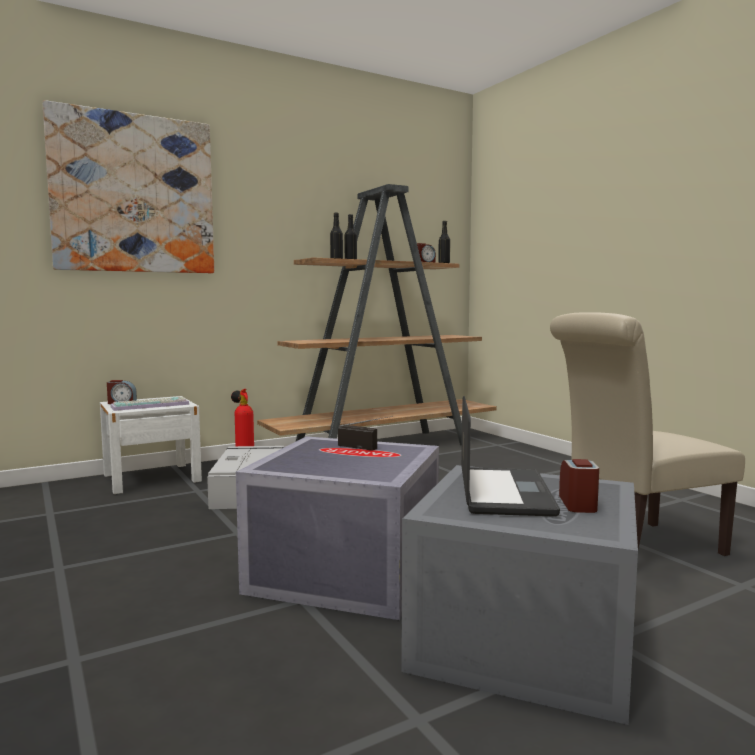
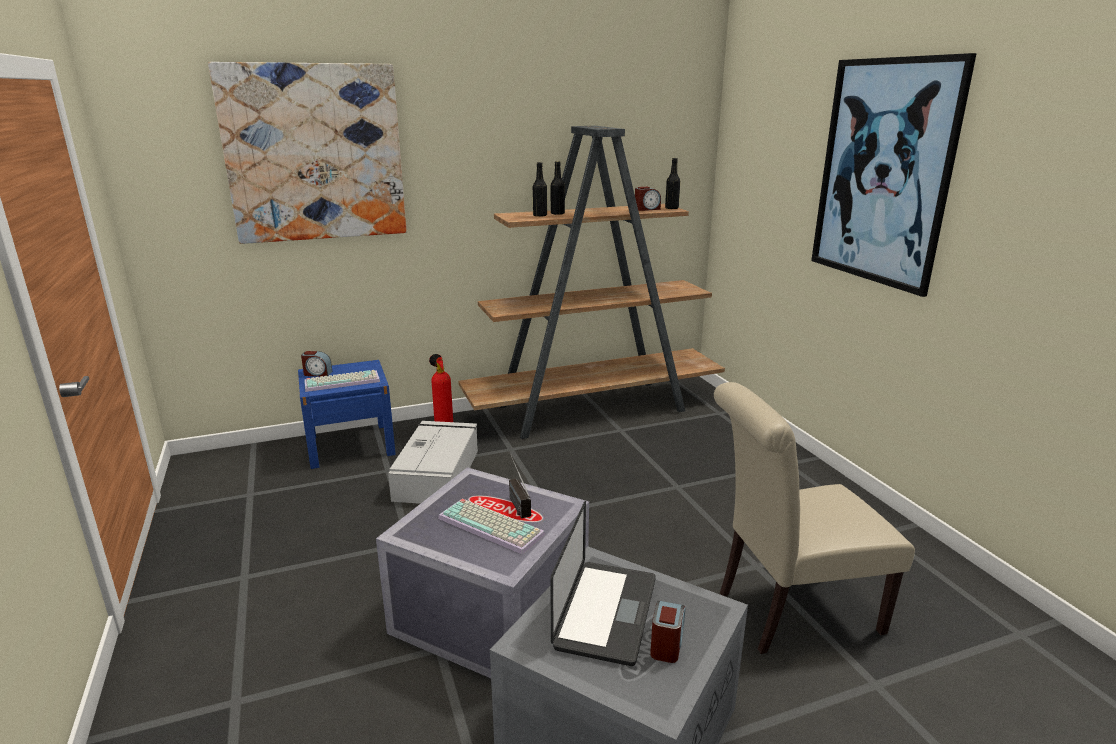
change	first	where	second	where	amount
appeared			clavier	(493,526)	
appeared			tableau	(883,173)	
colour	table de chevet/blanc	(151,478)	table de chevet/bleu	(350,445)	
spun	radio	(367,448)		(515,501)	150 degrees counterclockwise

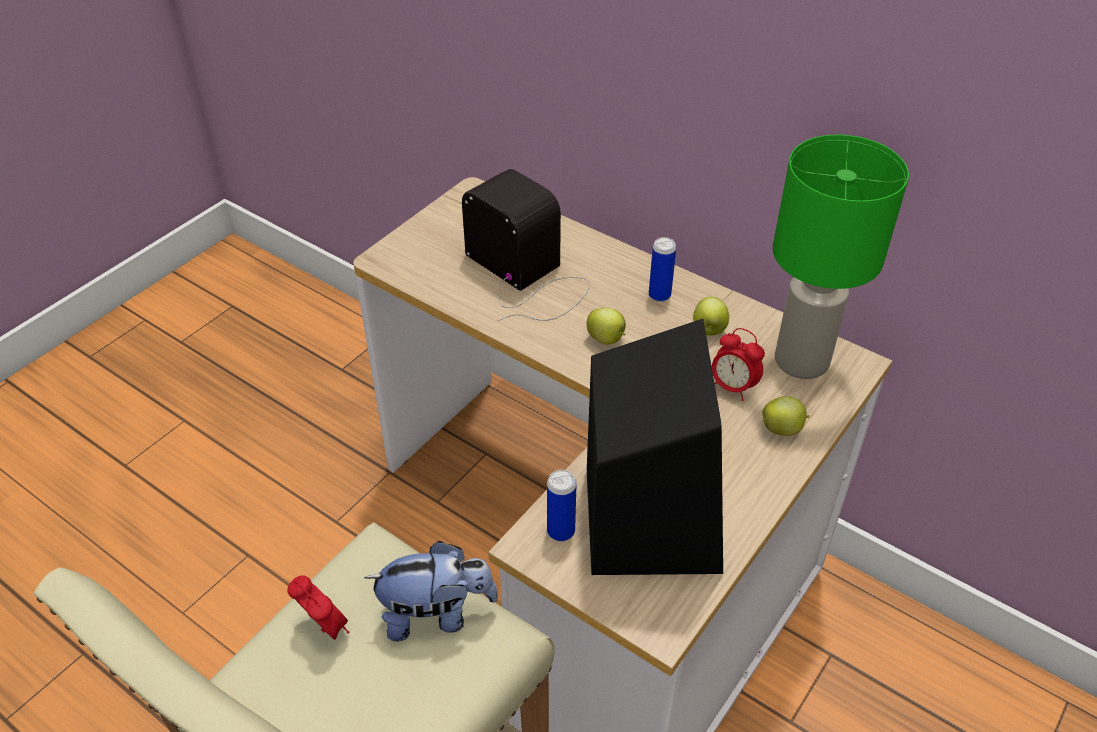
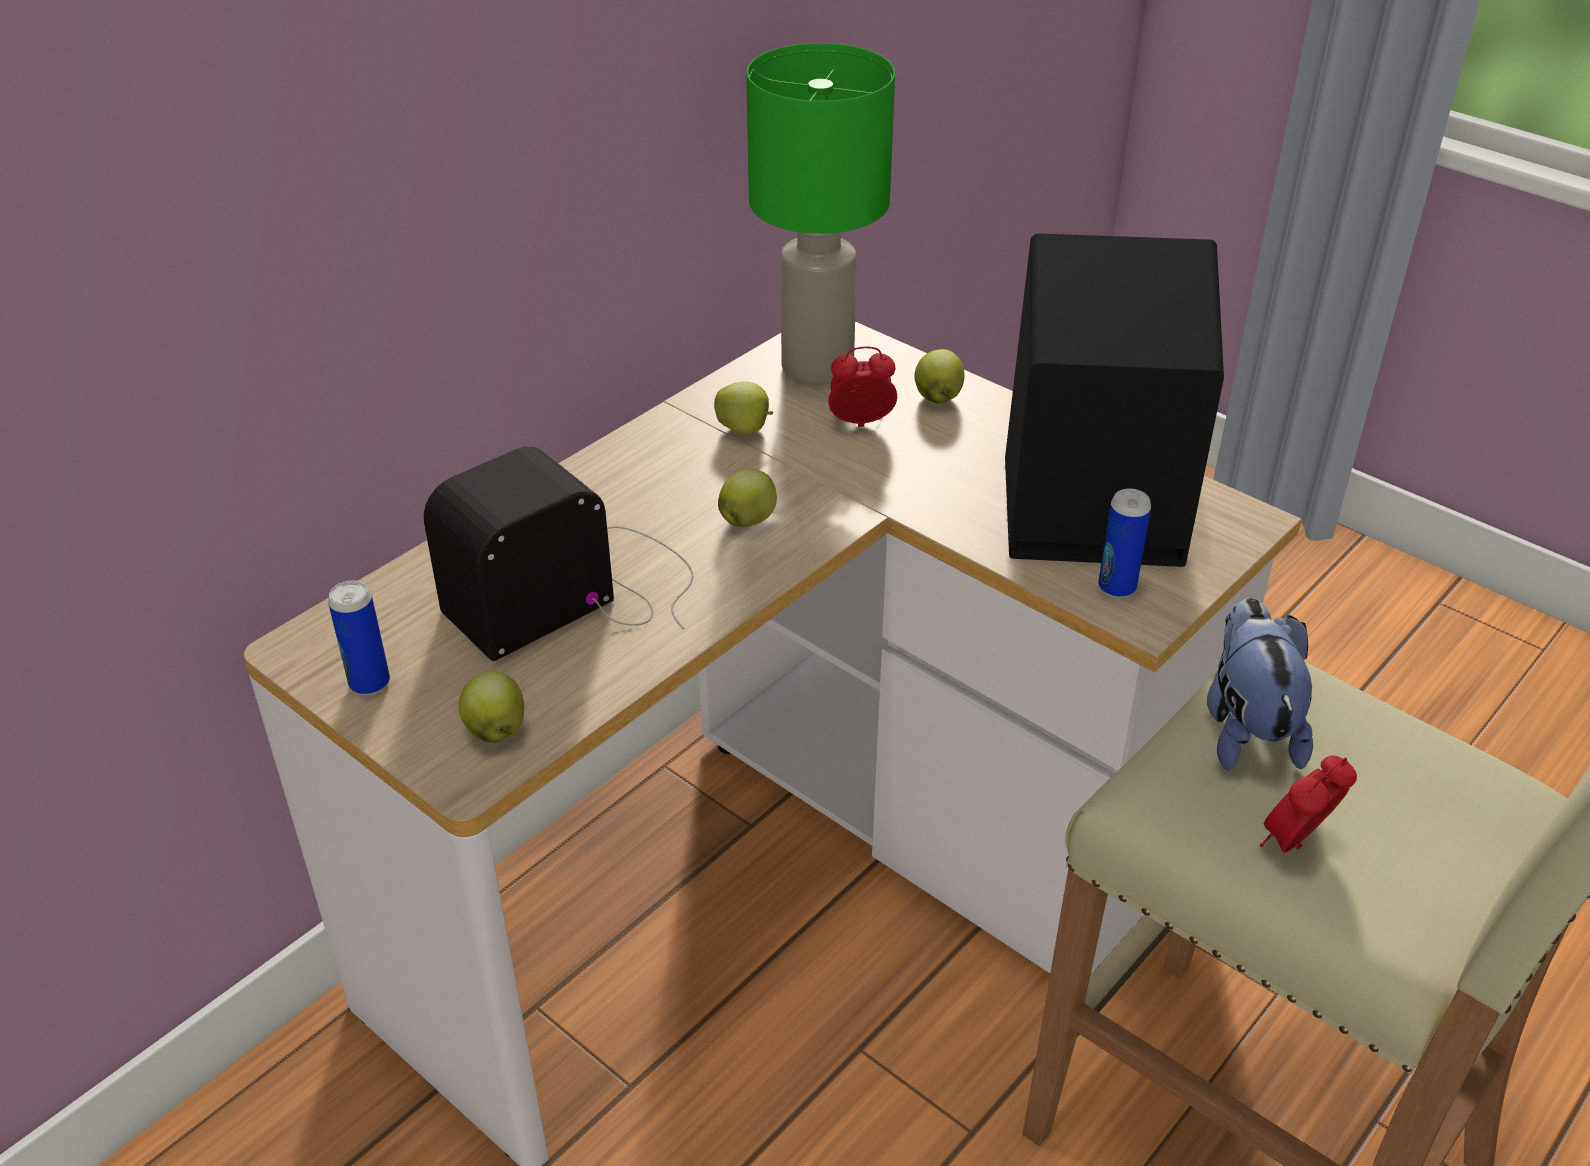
change	first	where	second	where	amount
appeared			pomme	(495,729)	
relocated	boîte métallique	(659,295)		(369,683)	
spun	réveil	(732,387)		(860,424)	135 degrees counterclockwise

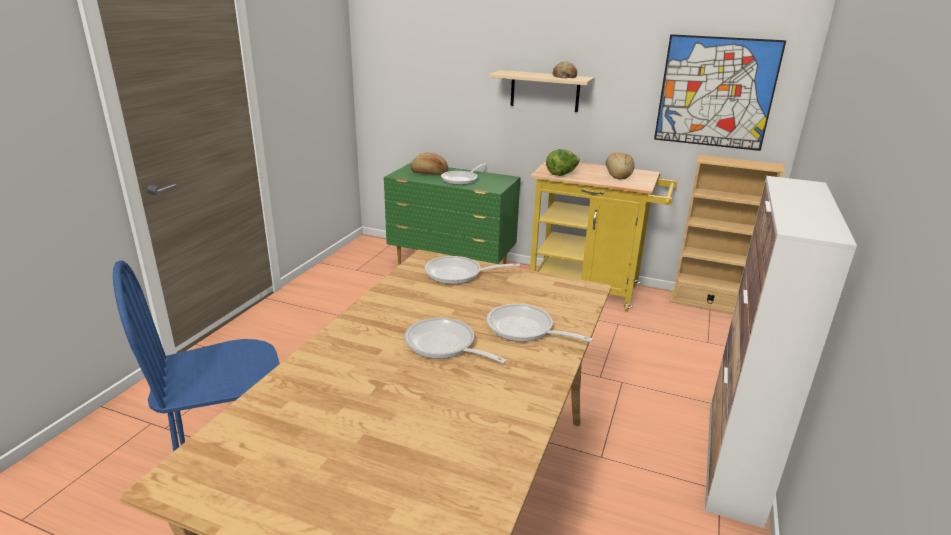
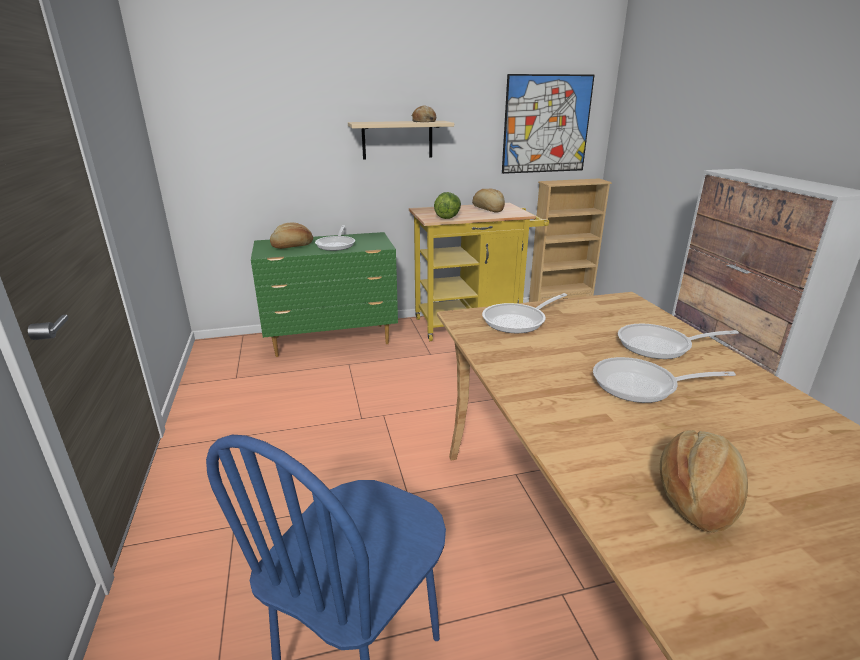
change	first	where	second	where	amount
appeared			pain	(698,495)	

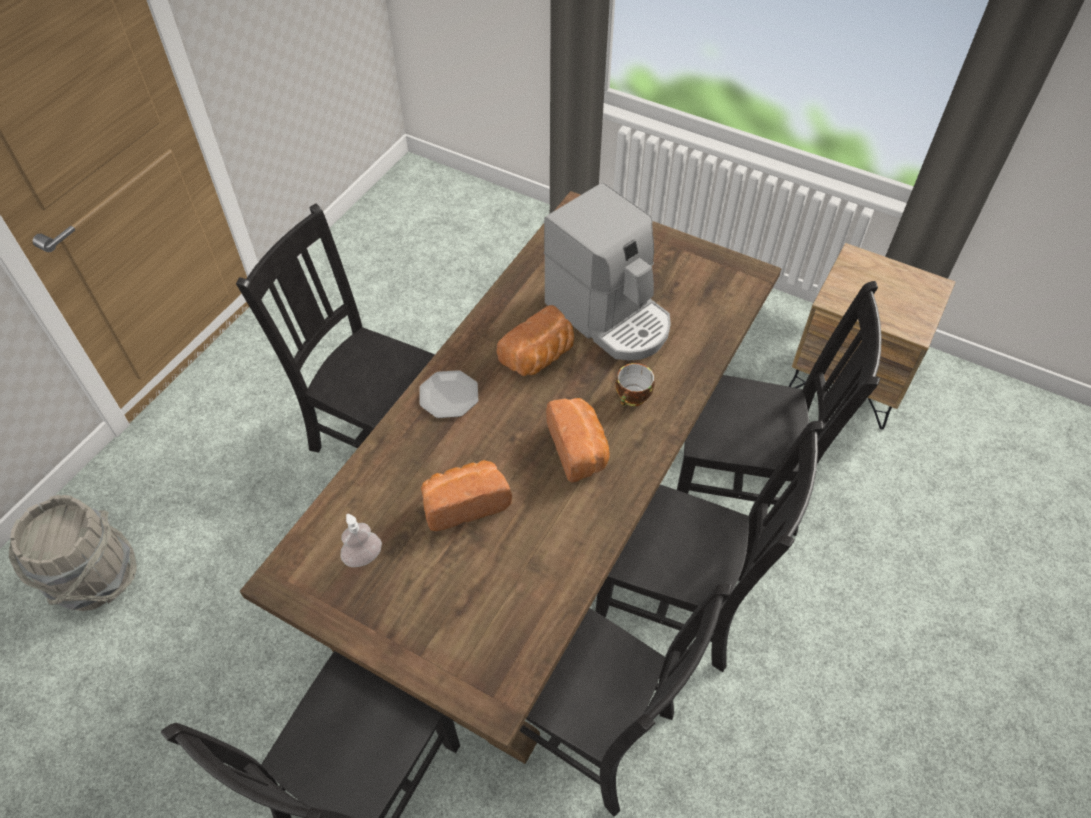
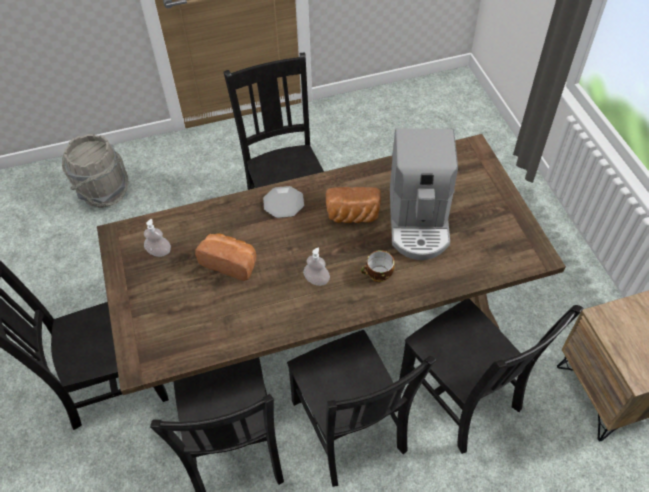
change	first	where	second	where	amount
exchanged	pain	(579,449)	distributeur de savon	(316,280)	

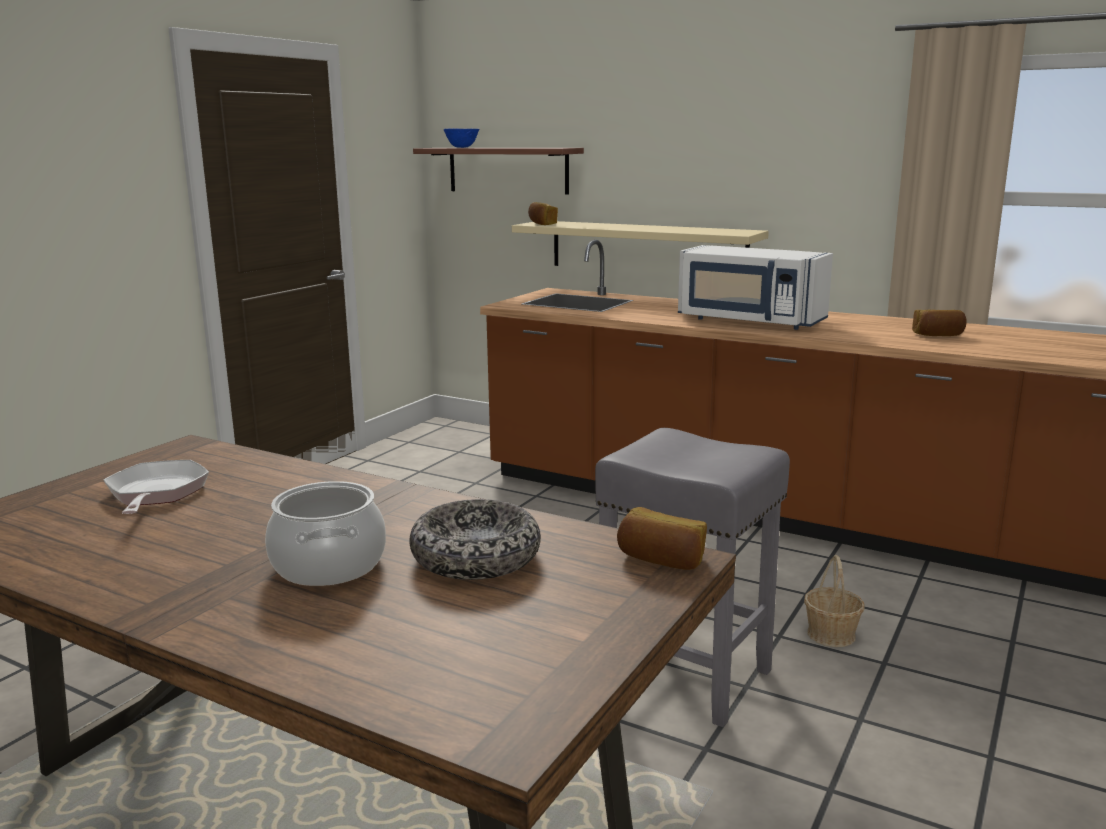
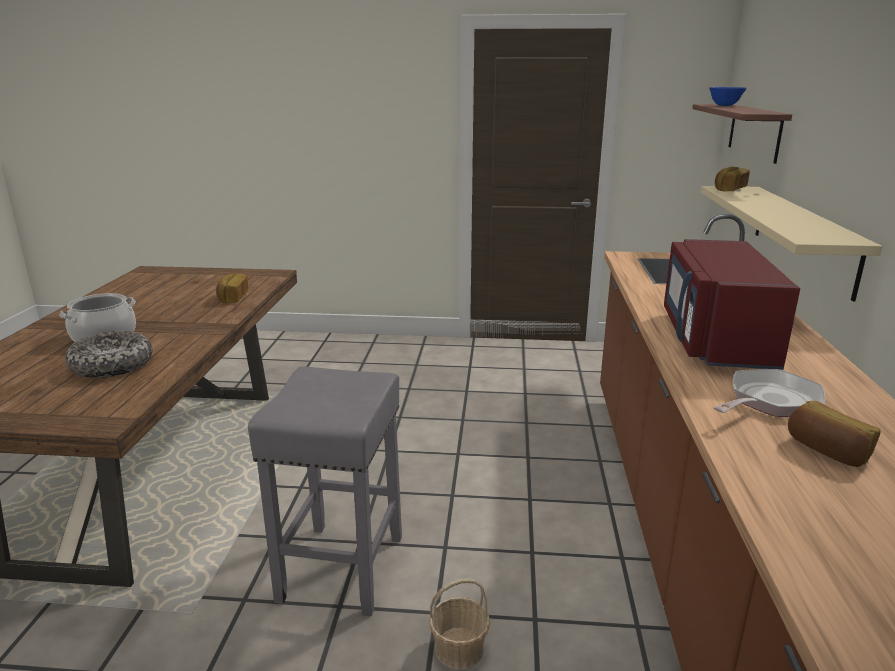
change	first	where	second	where	amount
relocated	poêle	(156,494)		(770,402)	
relocated	pain	(662,560)		(232,298)	
colour	micro-ondes/blanc	(749,321)	micro-ondes/rouge	(714,339)	

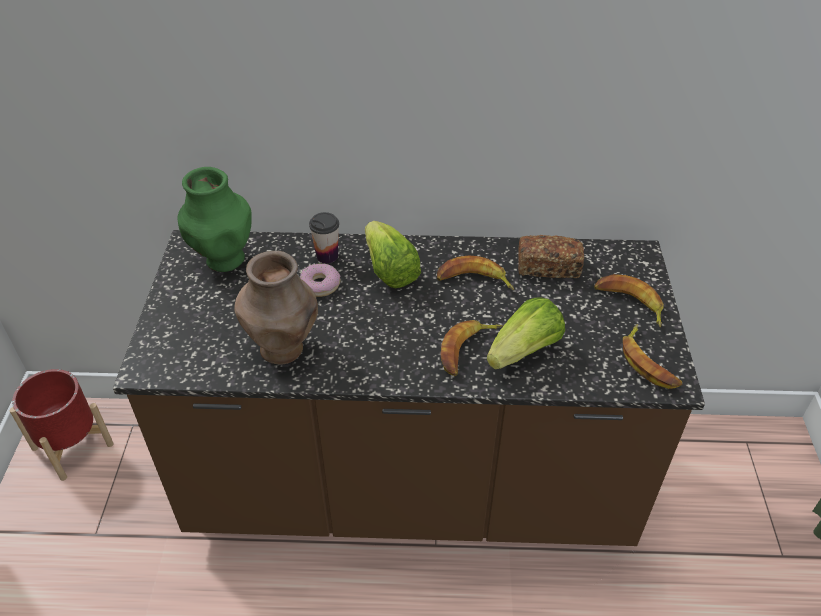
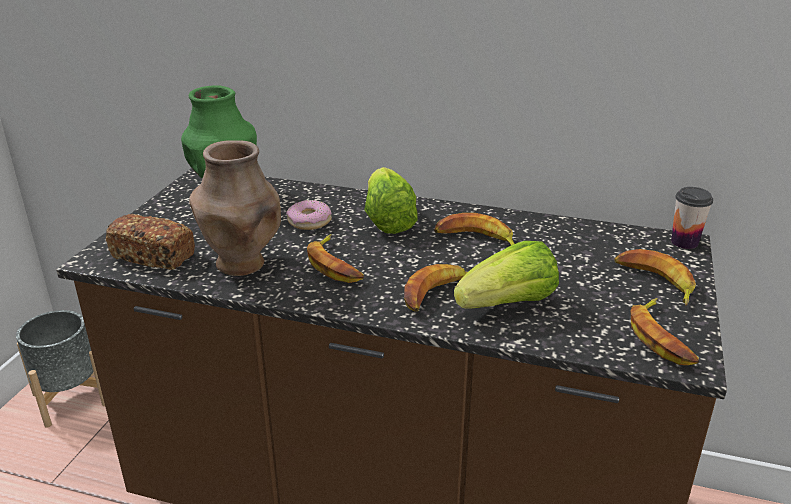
change	first	where	second	where	amount
appeared			banane	(335,265)	
relocated	tasse	(327,256)		(684,242)	
relocated	pain	(548,267)		(154,256)	
colour	cache-pot/rouge	(73,446)	cache-pot/gris	(71,398)	

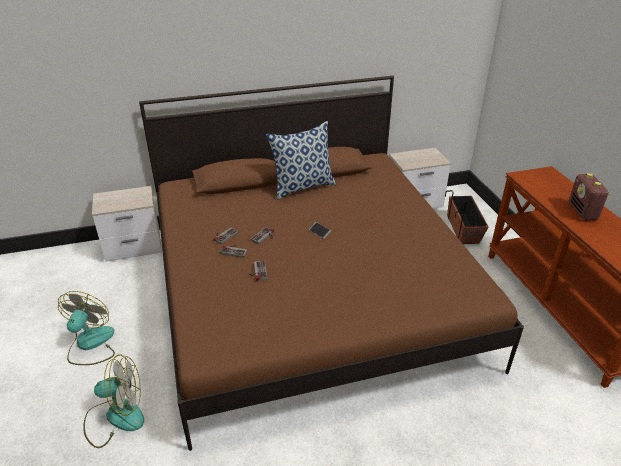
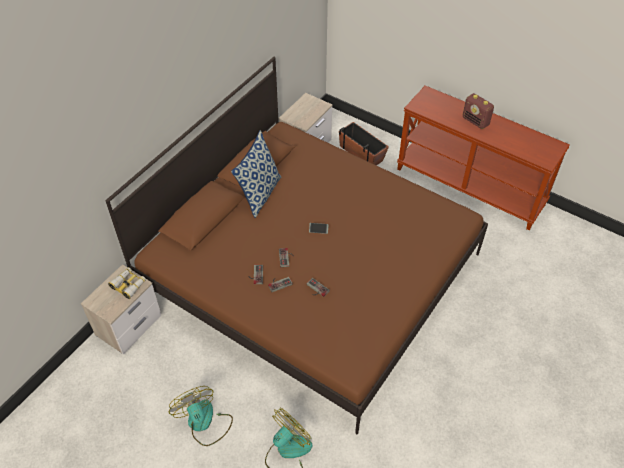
change	first	where	second	where	amount
appeared			jumelles	(128,285)	

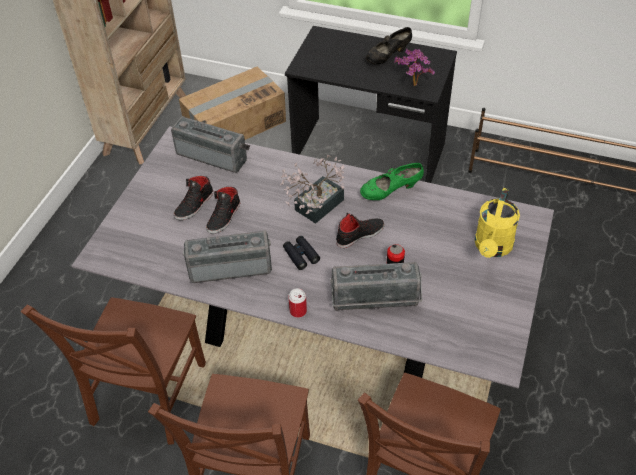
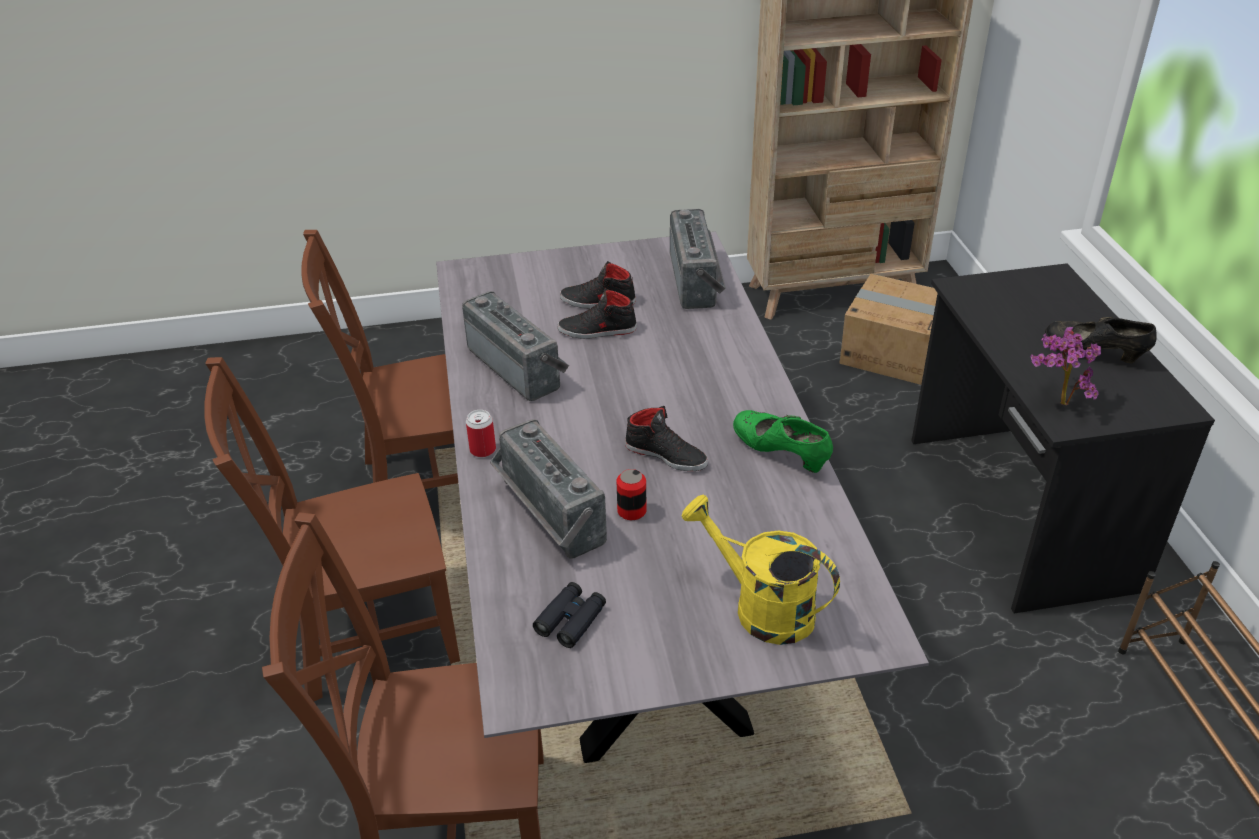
change	first	where	second	where	amount
missing	plante en pot	(314,208)			
relocated	jumelles/noir	(301,255)		(571,620)	
spun	arrosoir/jaune	(492,248)		(761,608)	45 degrees clockwise

